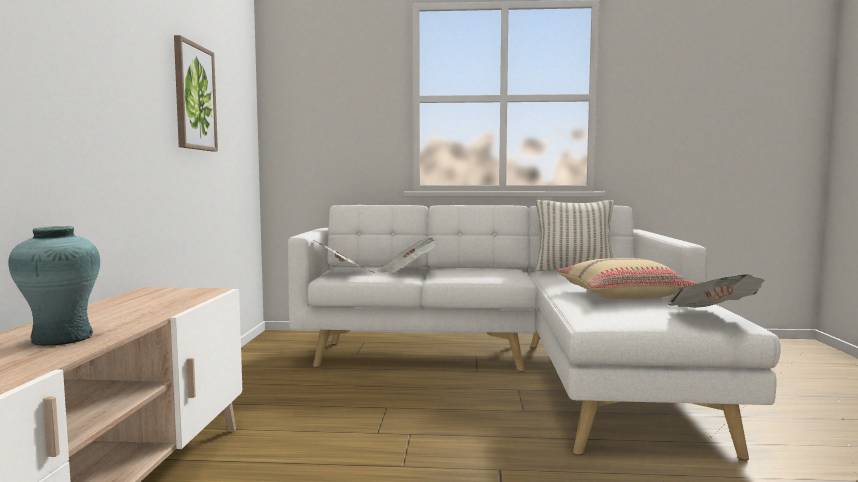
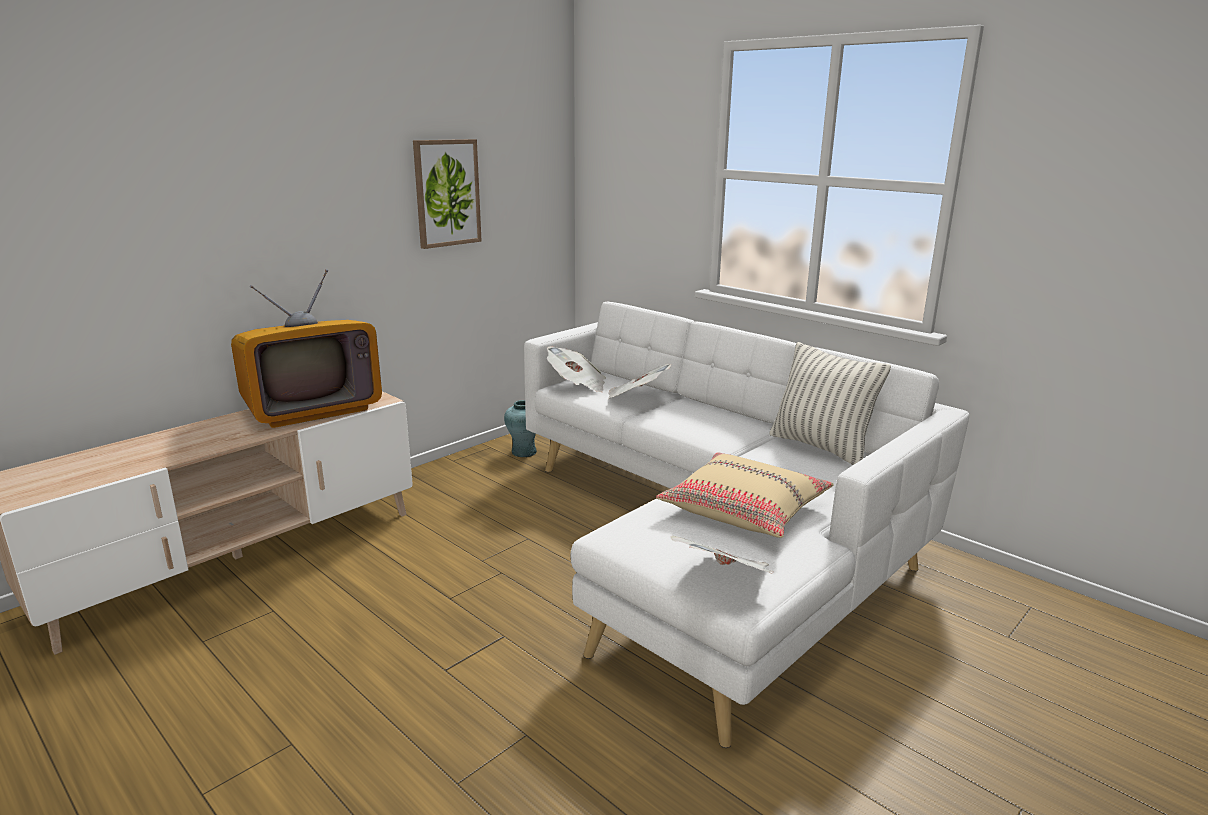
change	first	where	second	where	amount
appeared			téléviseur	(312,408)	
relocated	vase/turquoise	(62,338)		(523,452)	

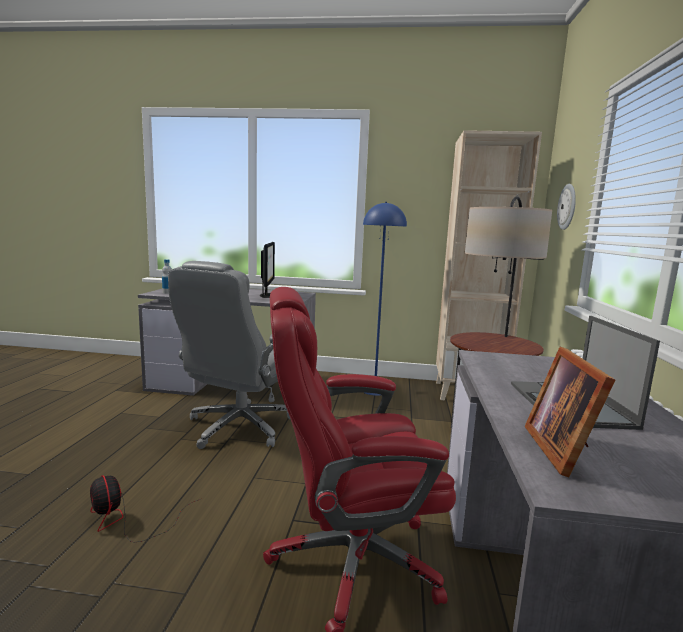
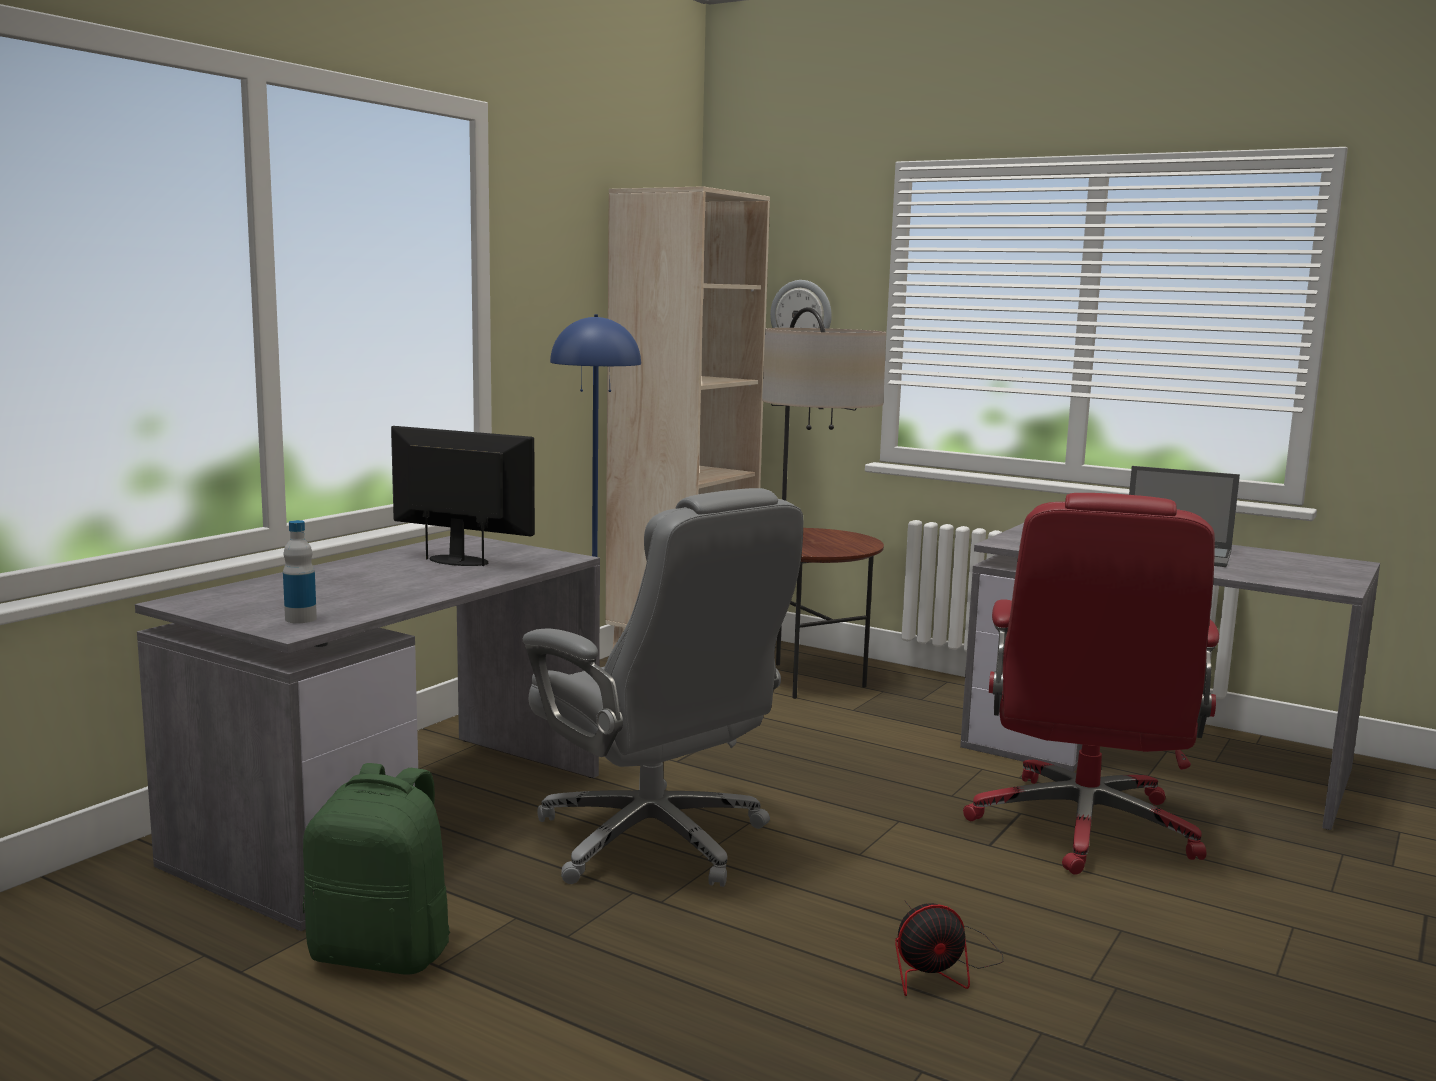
change	first	where	second	where	amount
missing	cadre photo	(564,449)			
appeared			sac à dos/vert	(383,953)	

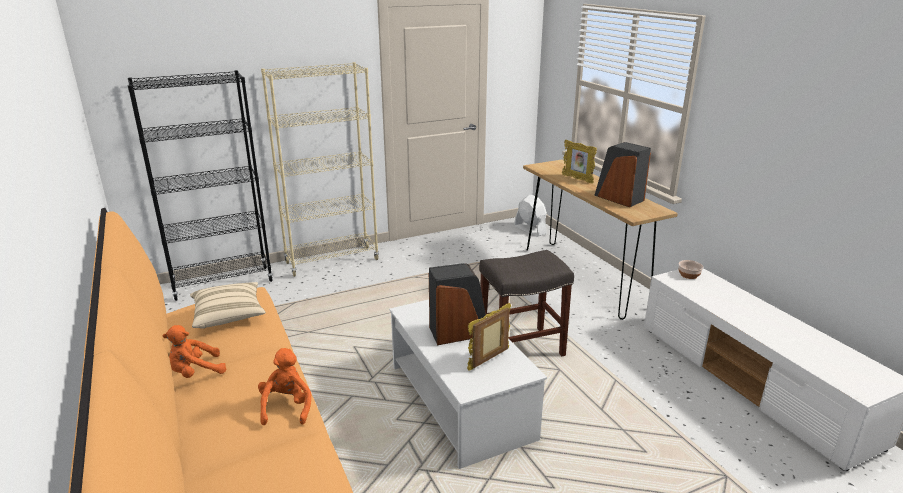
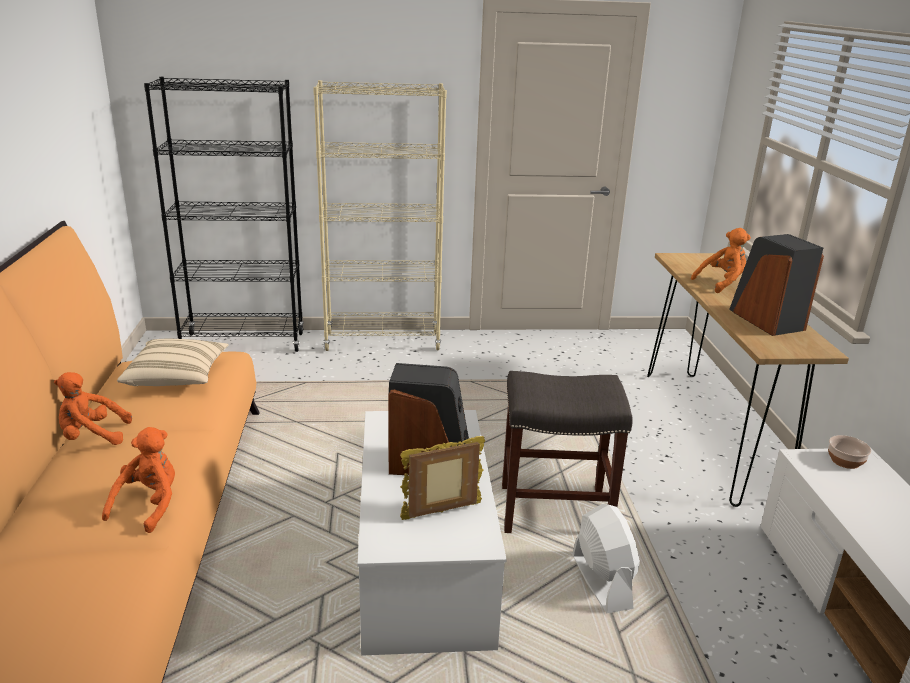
change	first	where	second	where	amount
relocated	ventilateur/blanc	(530,229)		(601,581)	
exchanged	cadre photo	(577,179)	peluche/orange	(721,283)	

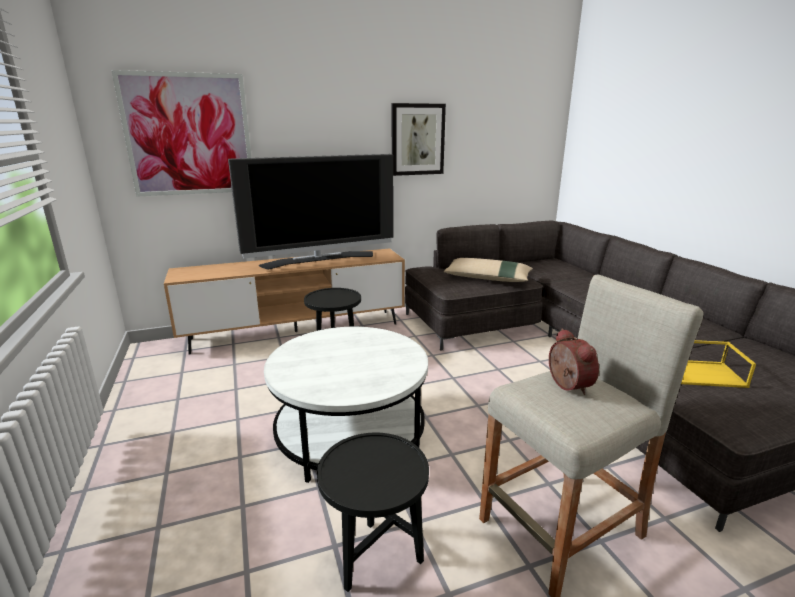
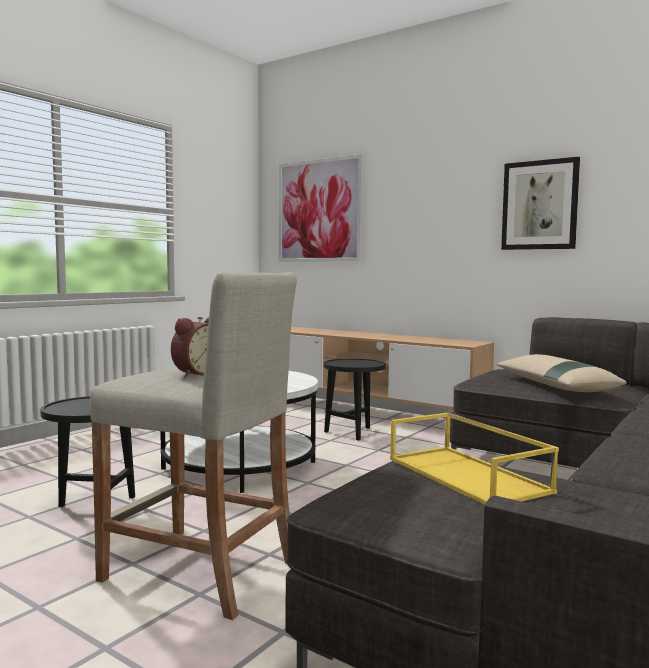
change	first	where	second	where	amount
missing	téléviseur	(320,260)			

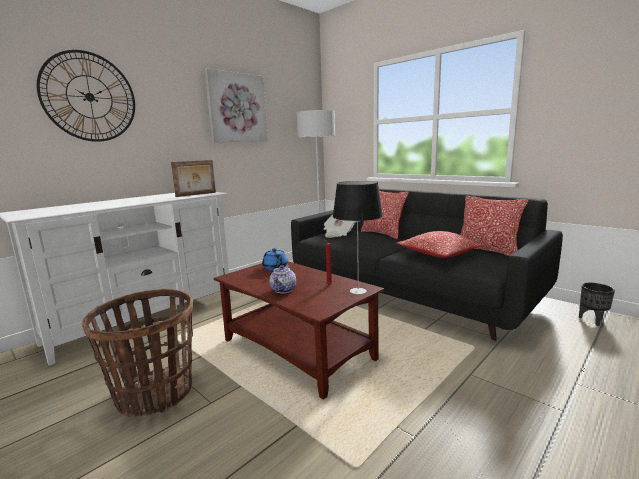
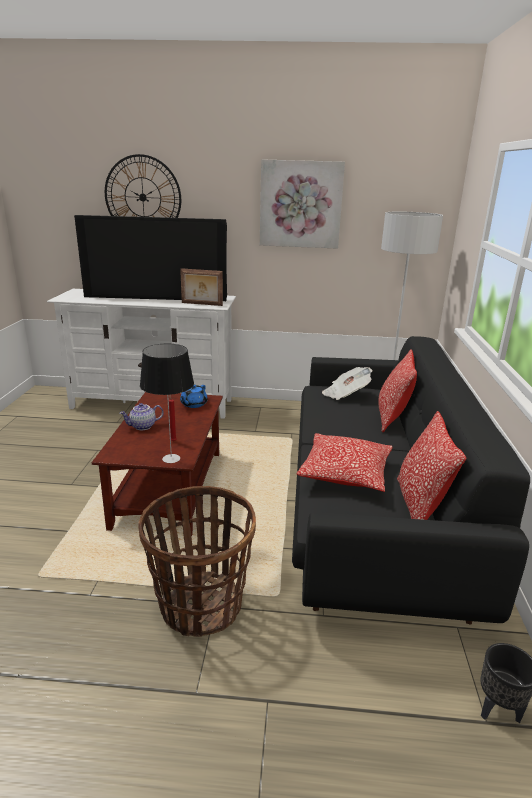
change	first	where	second	where	amount
appeared			téléviseur	(157,297)	
relocated	panier	(154,394)		(200,605)	

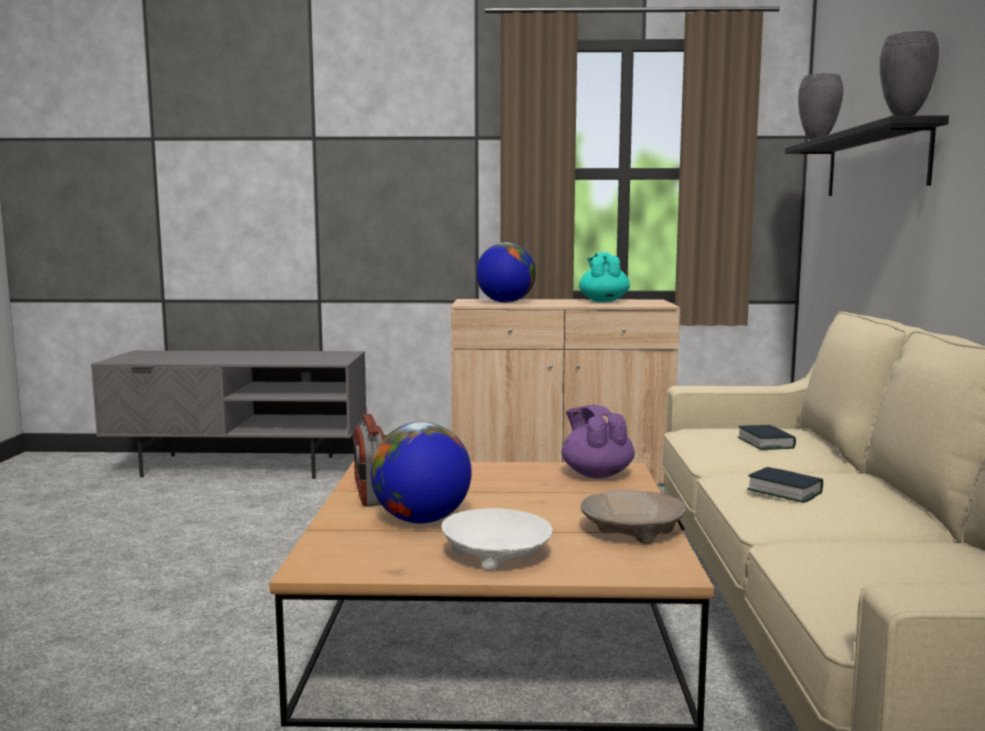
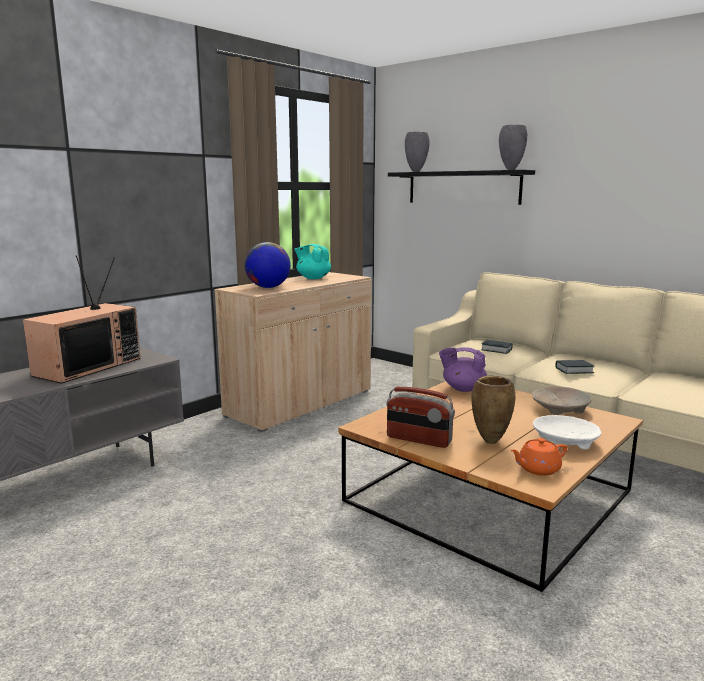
change	first	where	second	where	amount
appeared			téléviseur	(88,366)	
appeared			théière/orange	(537,469)	
exchanged	globe	(421,520)	vase/marron	(489,442)	

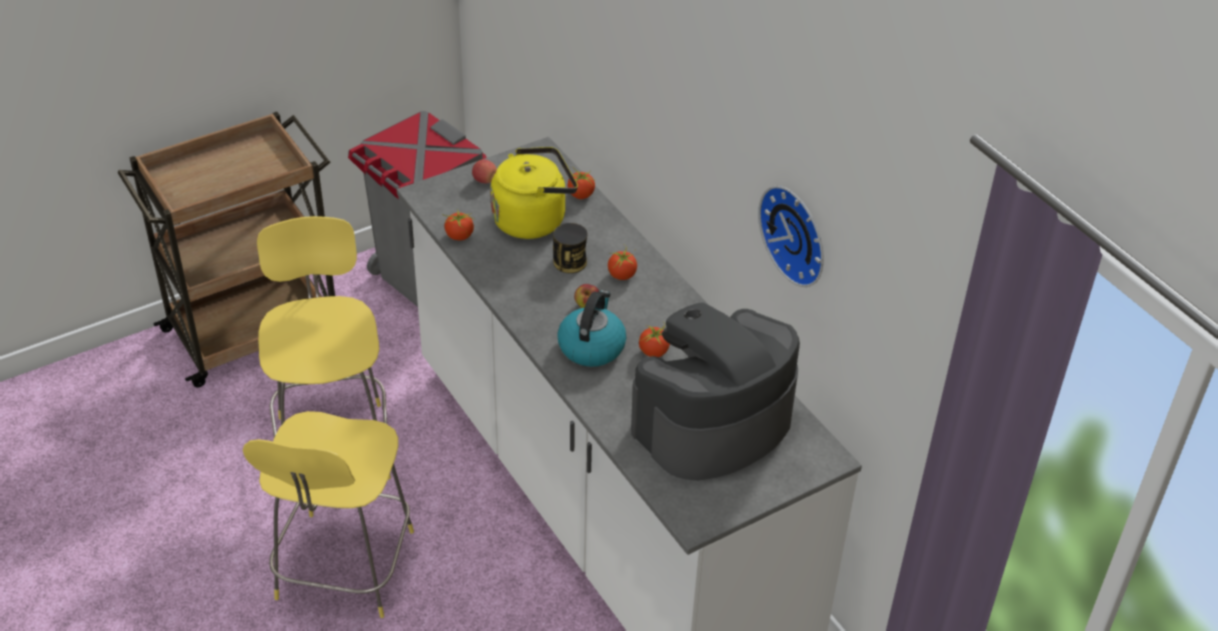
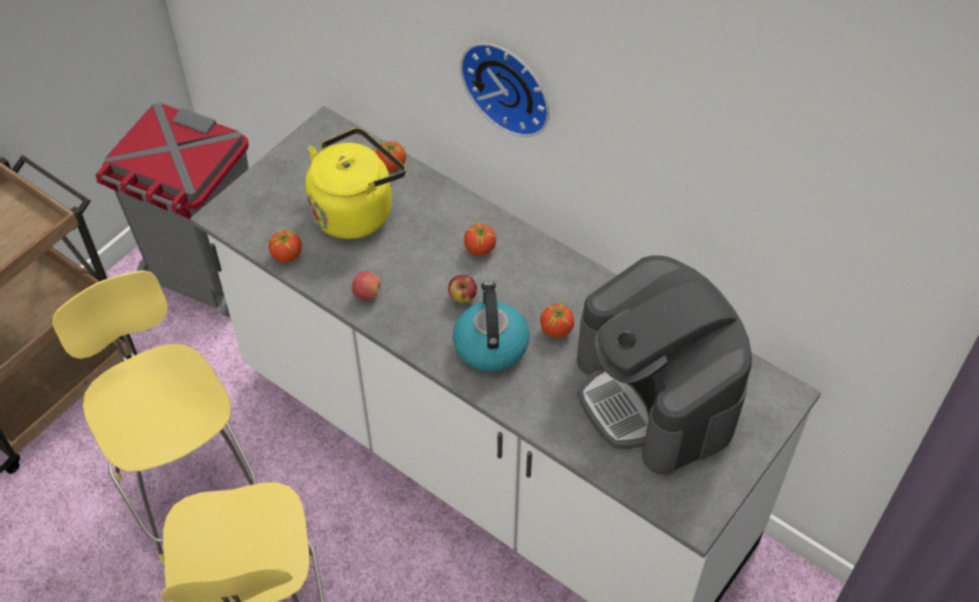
change	first	where	second	where	amount
missing	boîte métallique	(570,262)			
relocated	pomme	(484,180)		(367,293)	
relocated	horloge murale	(797,233)		(509,85)	
spun	machine à café	(712,424)		(656,396)	60 degrees counterclockwise

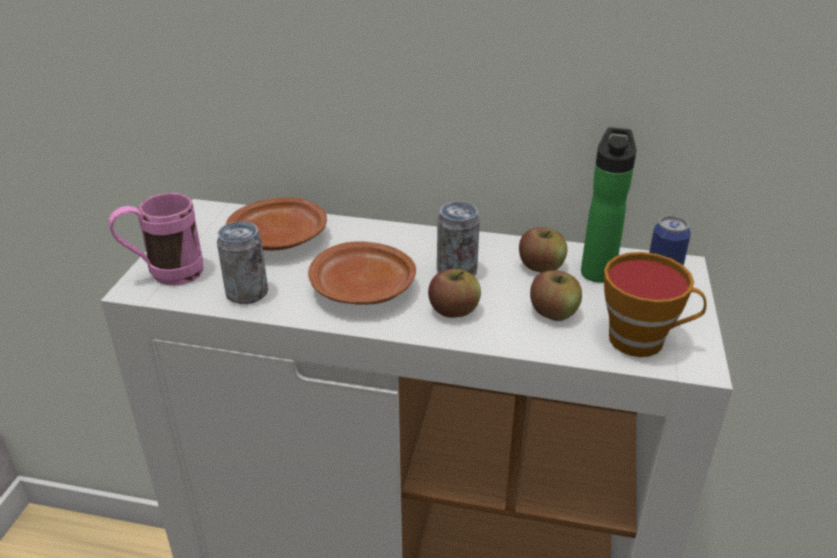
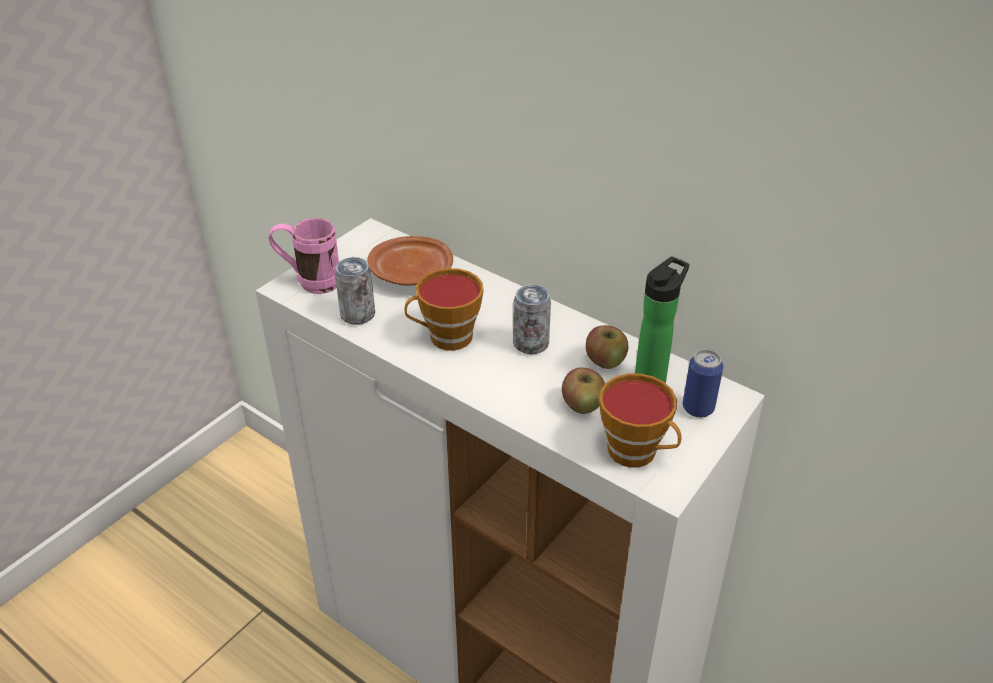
change	first	where	second	where	amount
missing	pomme	(454,310)			
exchanged	assiette/marron	(363,290)	tasse	(445,338)	

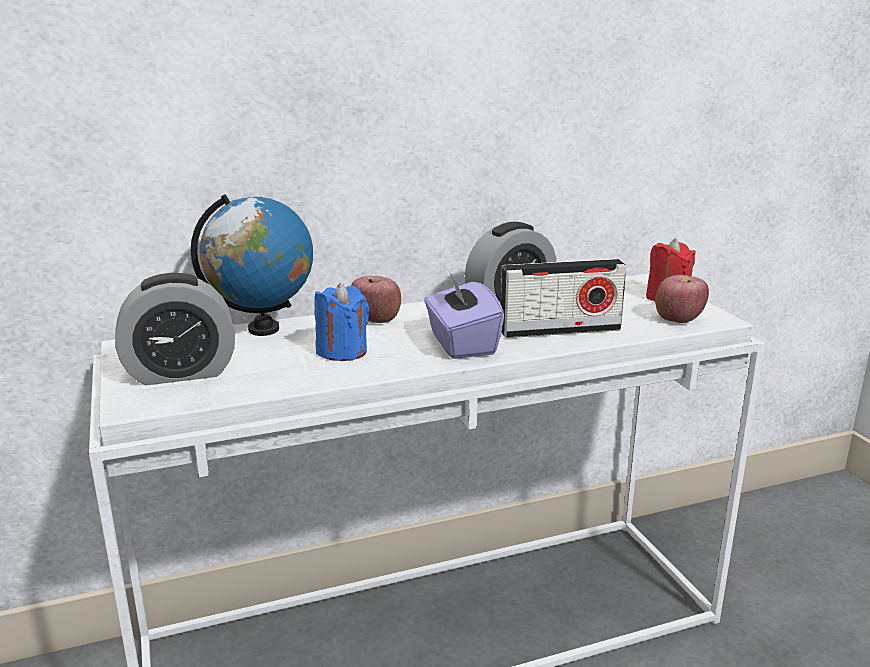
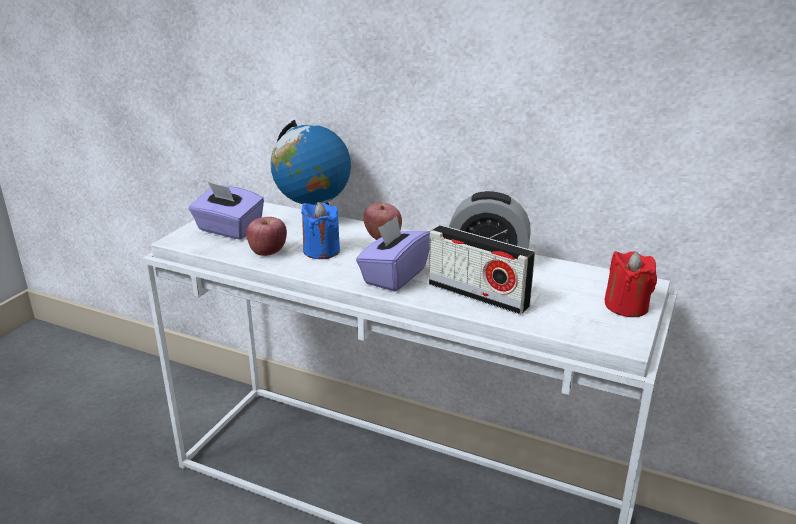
change	first	where	second	where	amount
relocated	pomme	(678,319)		(268,252)	
exchanged	réveil	(181,373)	boîte à mouchoirs/violet	(228,230)	

